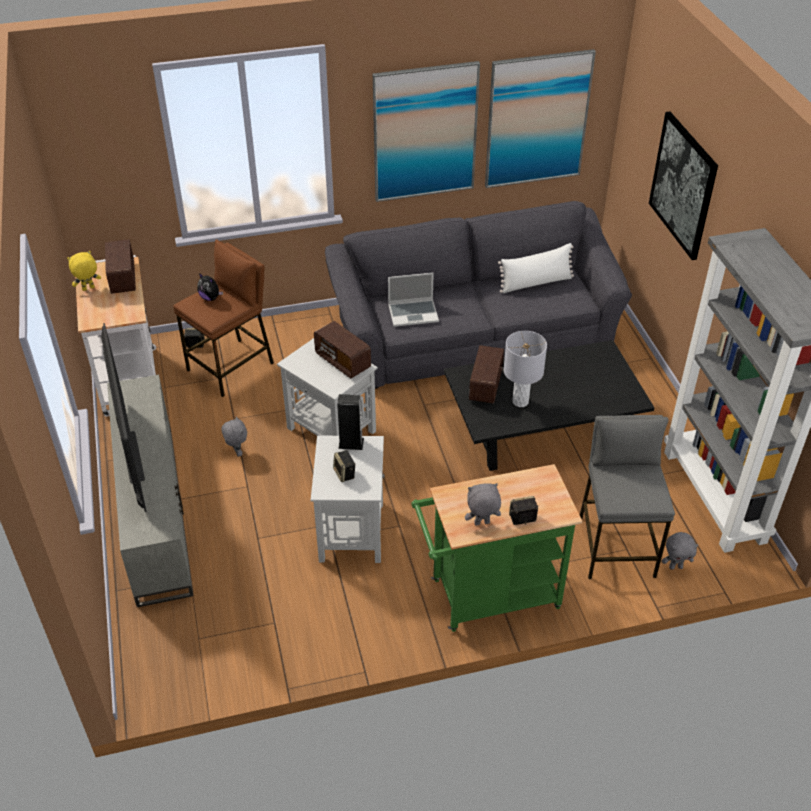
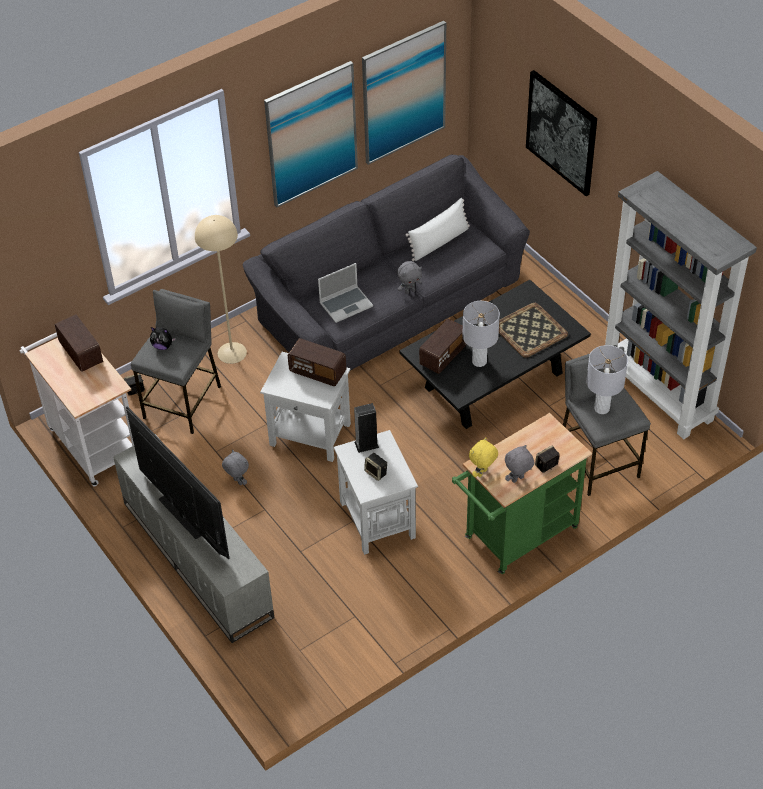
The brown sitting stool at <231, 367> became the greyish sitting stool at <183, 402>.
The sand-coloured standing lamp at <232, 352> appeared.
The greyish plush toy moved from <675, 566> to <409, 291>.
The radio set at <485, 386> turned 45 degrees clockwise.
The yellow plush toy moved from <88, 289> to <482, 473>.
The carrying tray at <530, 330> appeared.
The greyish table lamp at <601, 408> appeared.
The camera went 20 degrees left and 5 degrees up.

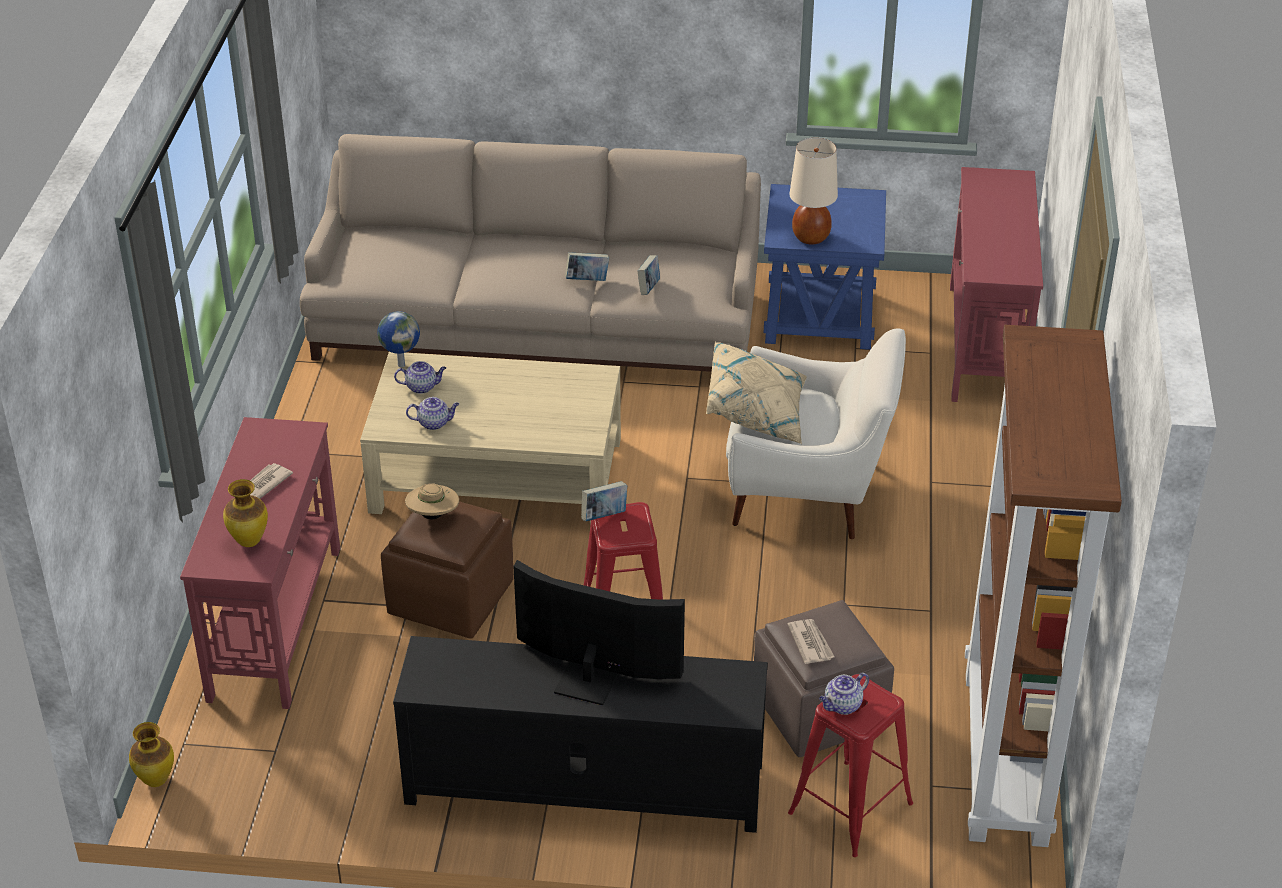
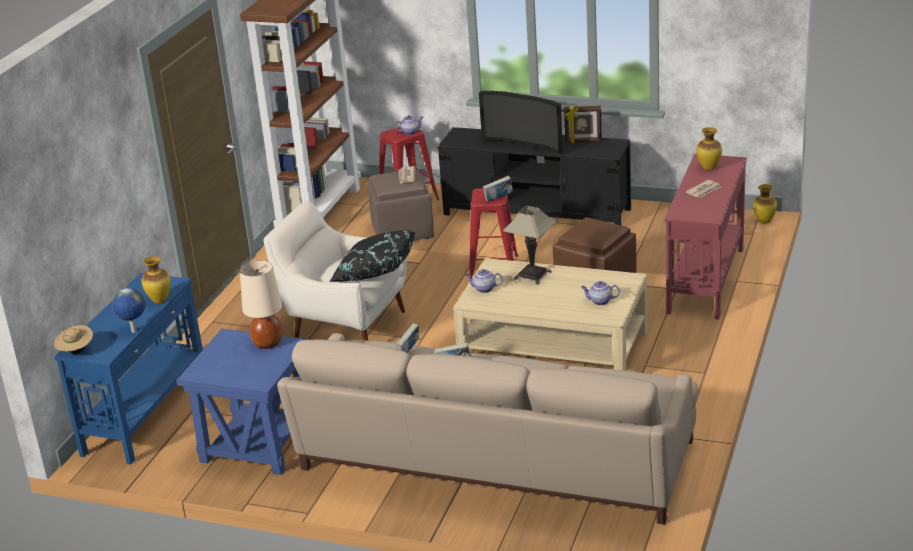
The red-coloured narrow table at <984, 344> became the blue narrow table at <147, 413>.
The sand-coloured hat moved from <433, 515> to <76, 352>.
The world globe moved from <401, 364> to <134, 331>.
The flower vase at <160, 301> appeared.
The sand-coloured pillow at <756, 413> became the black-coloured pillow at <374, 272>.
The pot for tea moved from <434, 423> to <484, 289>.
The table lamp at <532, 275> appeared.
The standing frame at <583, 141> appeared.
The camera went 165 degrees left and 10 degrees down.

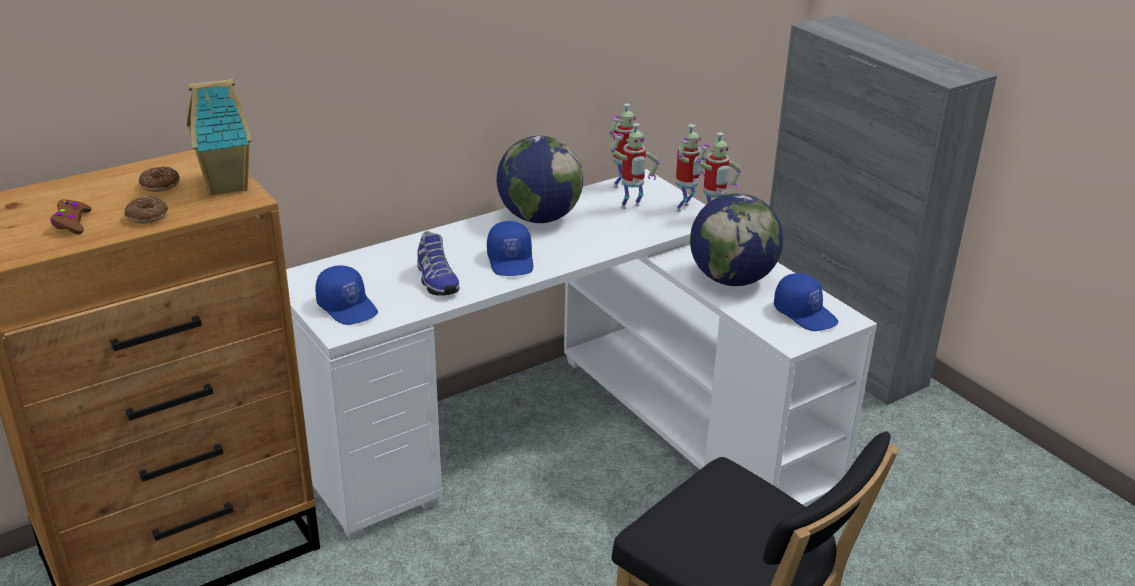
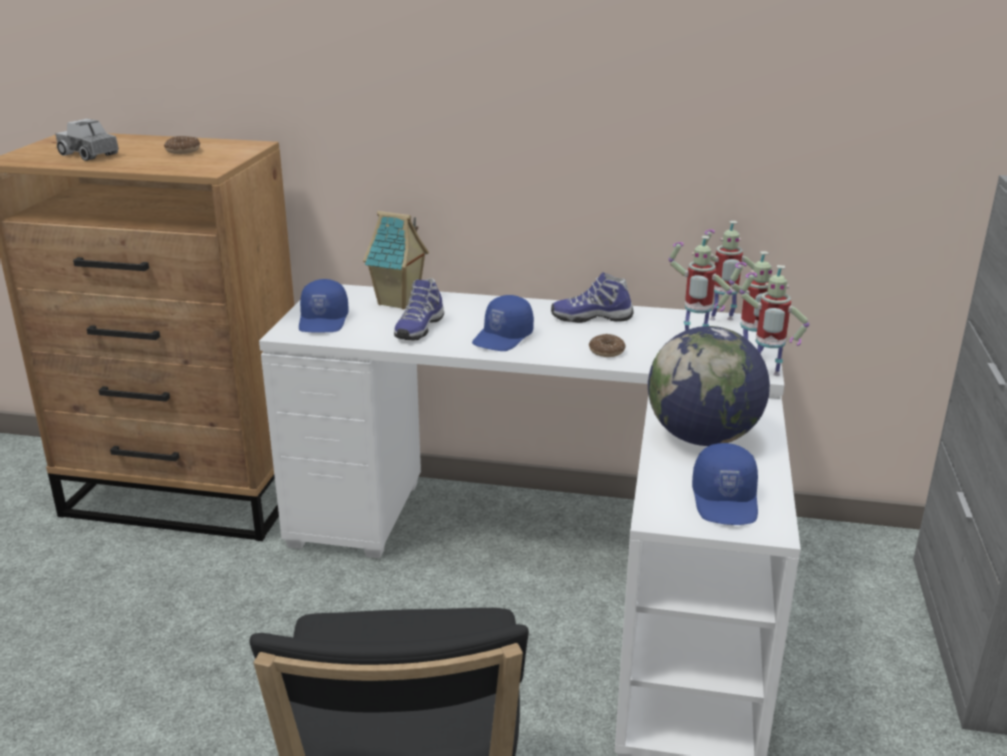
The brown gamepad at <72, 223> was replaced by the toy lorry at <89, 155>.
The toy house moved from <228, 186> to <399, 302>.
The world globe at <539, 218> was replaced by the low shoe at <591, 317>.
The donut moved from <147, 216> to <606, 351>.
The camera went 45 degrees right and 5 degrees down.

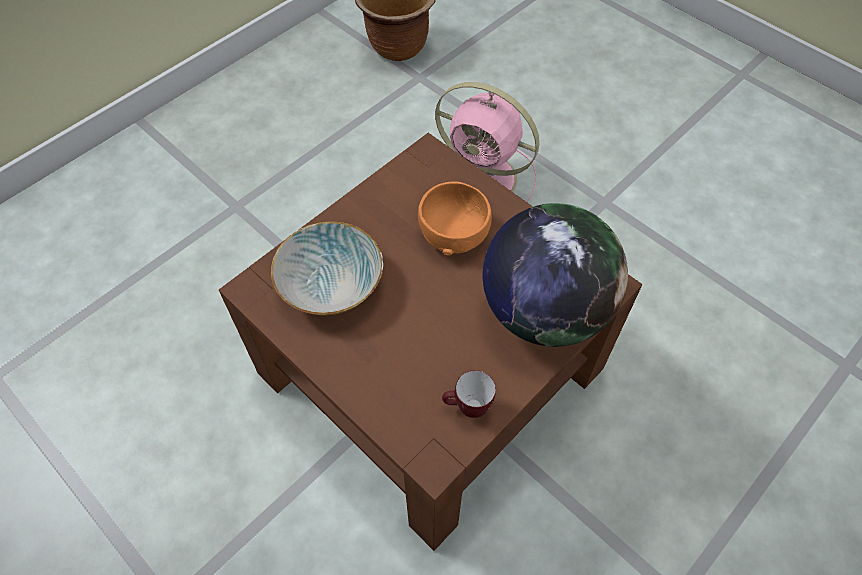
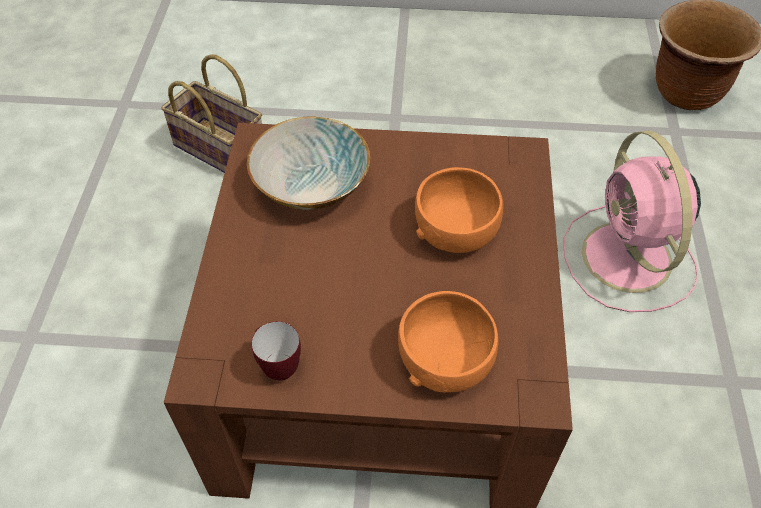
The household basket at <223, 149> appeared.
The world globe at <544, 310> was replaced by the orangey serving bowl at <445, 359>.
The camera went 50 degrees right and 5 degrees down.

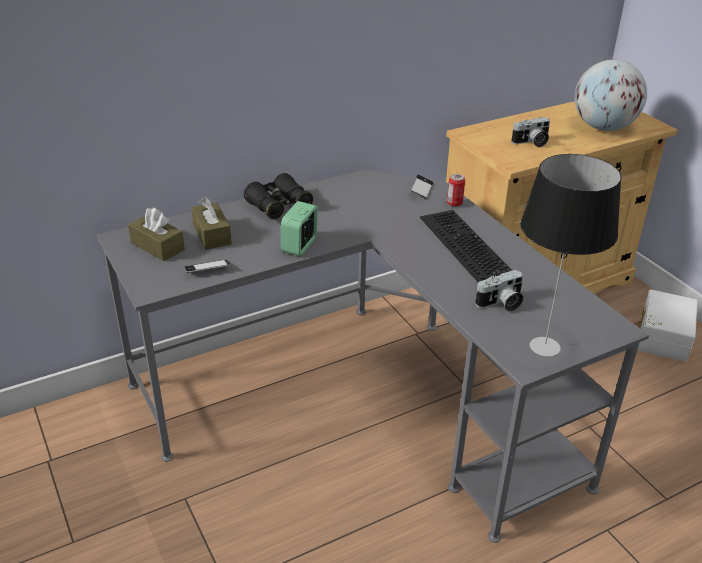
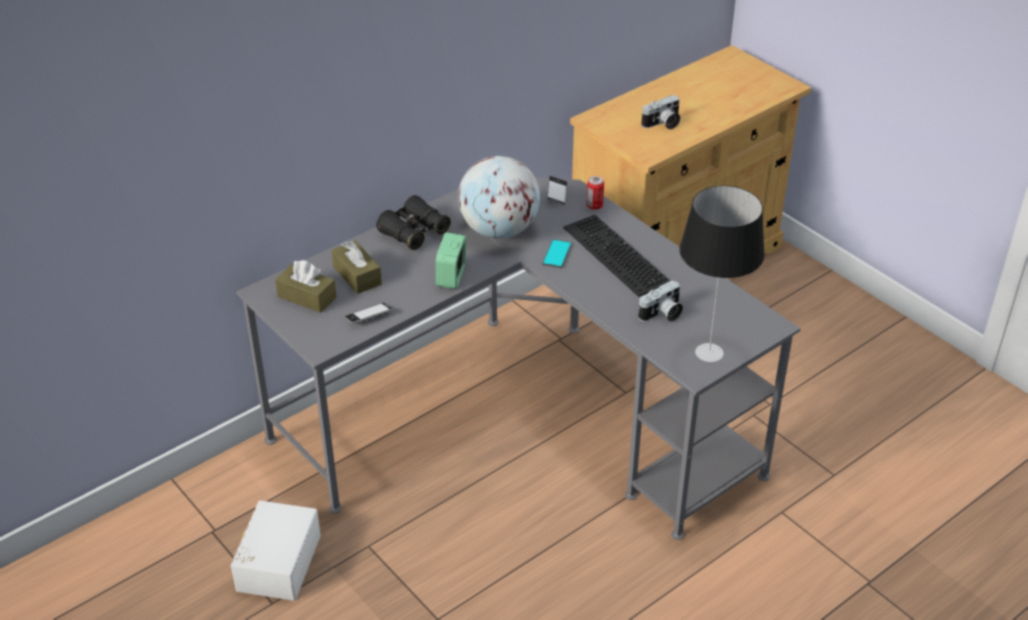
The whitish storage box moved from <662, 336> to <276, 562>.
The world globe moved from <603, 127> to <499, 230>.
The handset at <557, 254> appeared.
The camera went 10 degrees left and 5 degrees up.

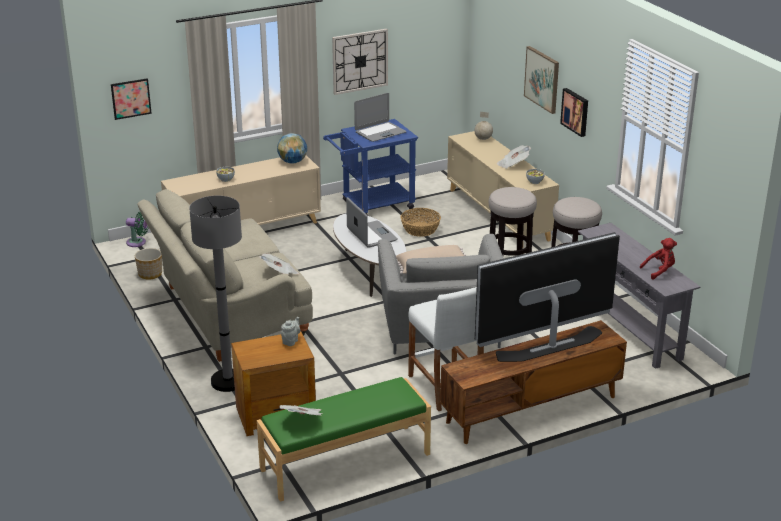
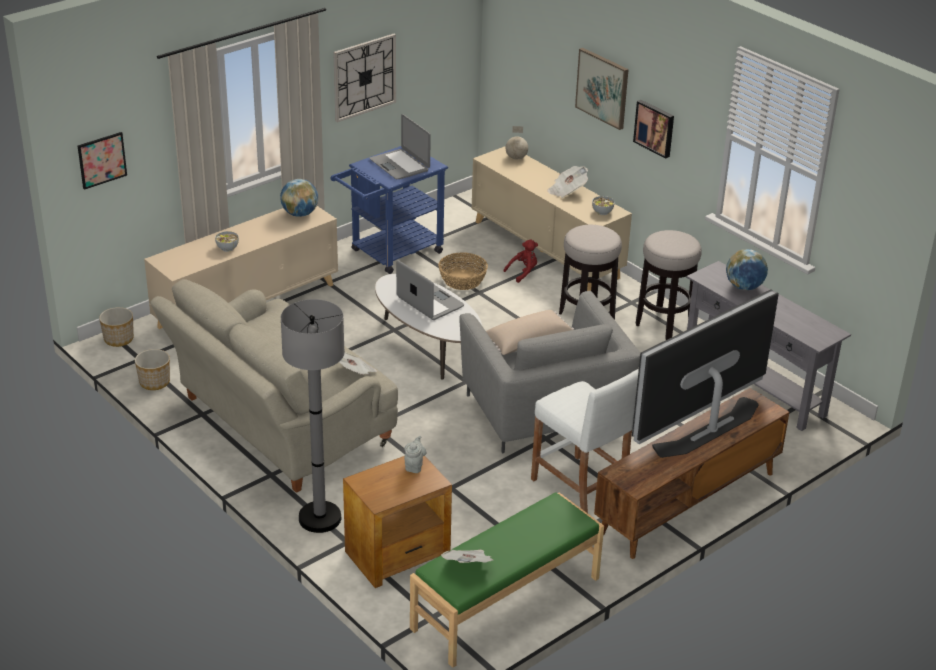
The green cooling fan at <138, 242> was replaced by the planter at <118, 339>.
The notebook computer at <380, 132> turned 105 degrees clockwise.
The red-coloured plush toy moved from <659, 271> to <523, 272>.
The world globe at <744, 287> appeared.
The camera went 15 degrees left and 5 degrees up.

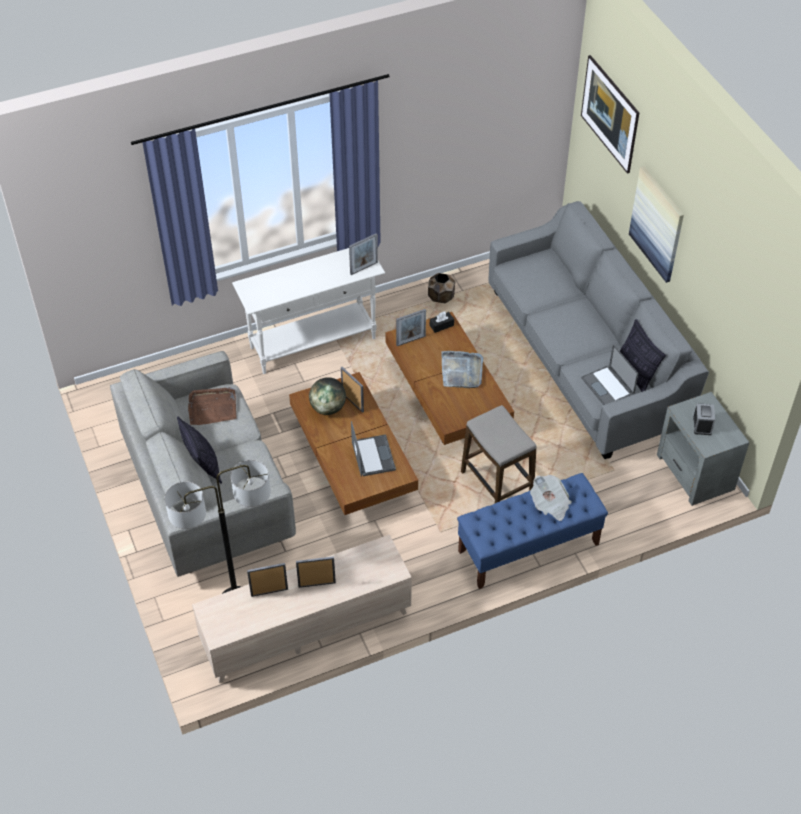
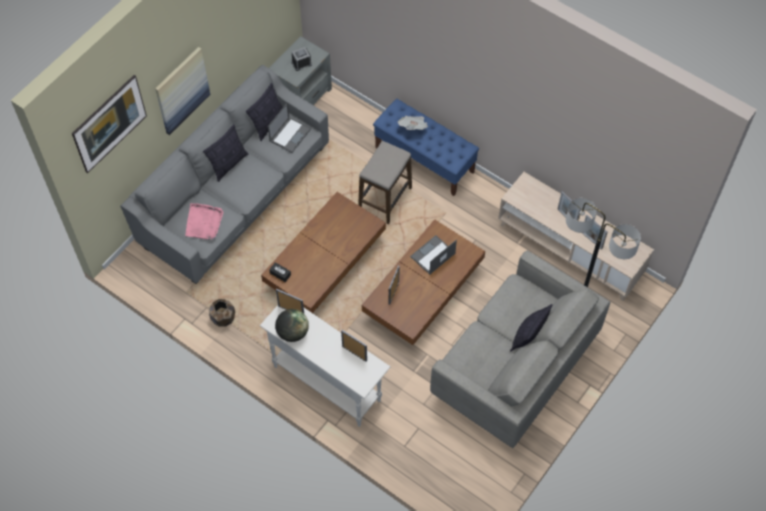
The pink carrying tray at <204, 223> appeared.
The pillow at <228, 164> appeared.
The world globe moved from <328, 408> to <293, 332>.
The standing frame moved from <411, 340> to <354, 353>.
The brown carrying tray at <212, 408> disappeared.
The greyish carrying tray at <461, 371> disappeared.
The camera went 120 degrees left and 10 degrees up.

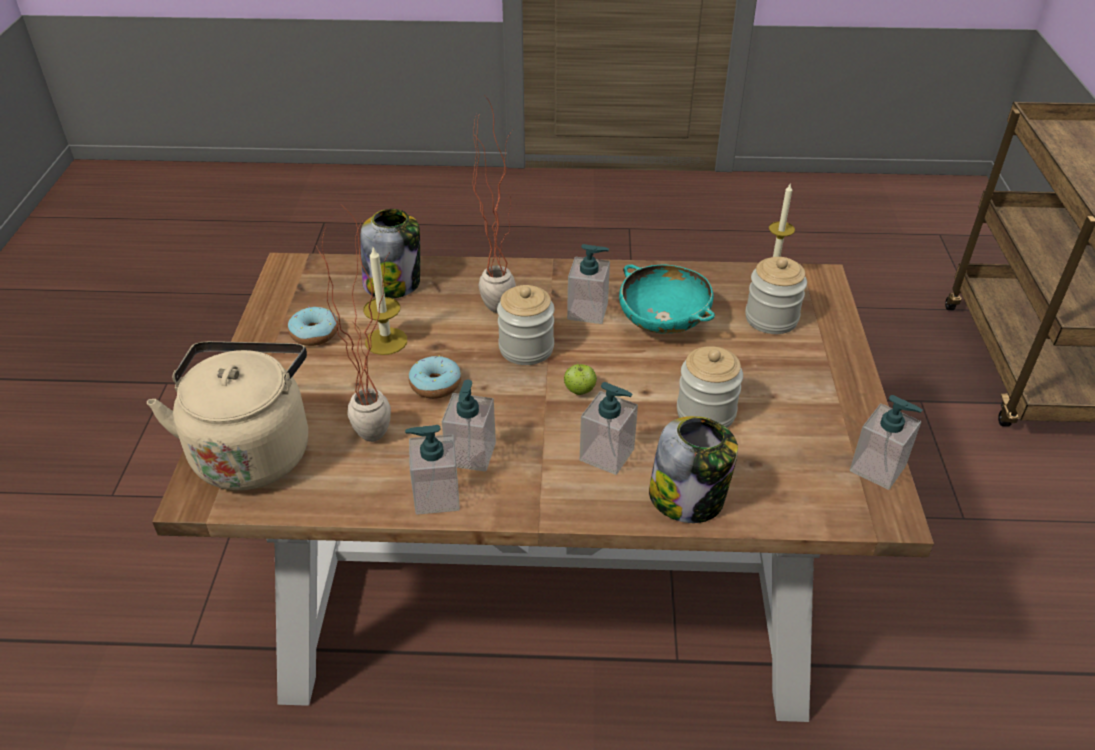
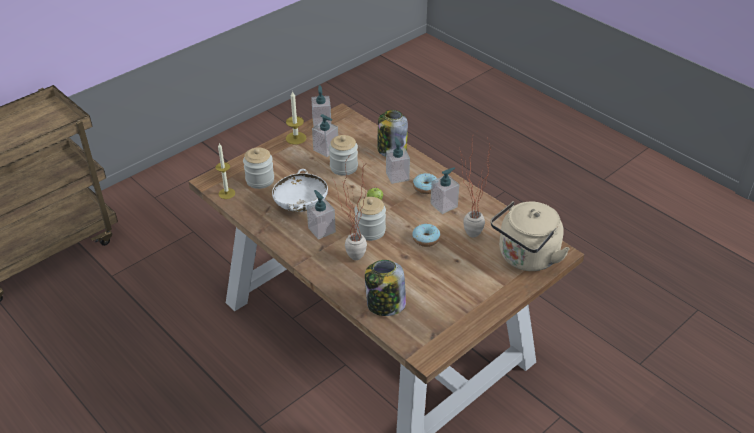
The turquoise serving bowl at <663, 322> became the whitish serving bowl at <301, 205>.
The wax light moved from <386, 341> to <296, 138>.
The soap dispenser moved from <436, 496> to <326, 149>.
The donut moved from <314, 334> to <425, 187>.
The camera went 135 degrees left and 0 degrees up.

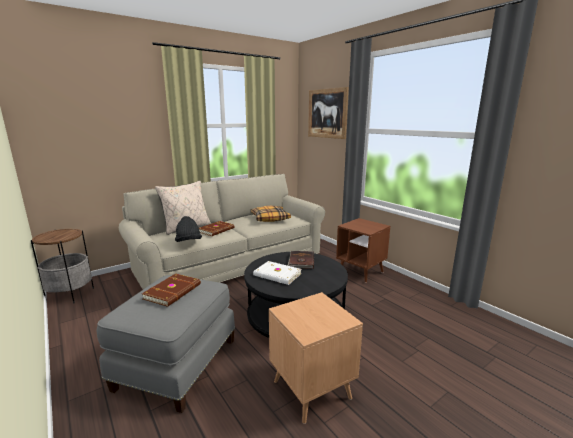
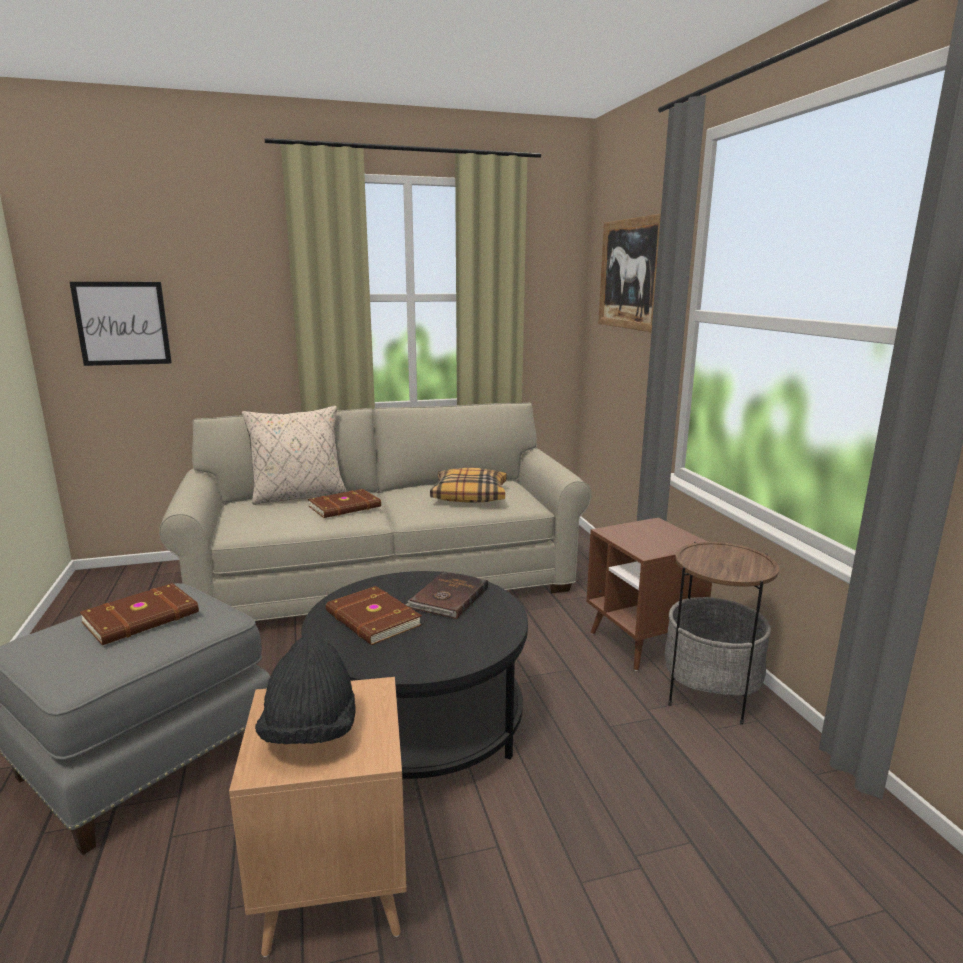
The wall picture at <122, 323> appeared.
The black-coloured hat moved from <188, 242> to <311, 732>.
The whitish book at <277, 275> became the brown book at <372, 619>.
The end table moved from <70, 294> to <709, 695>.
The camera went 20 degrees right and 0 degrees up.

